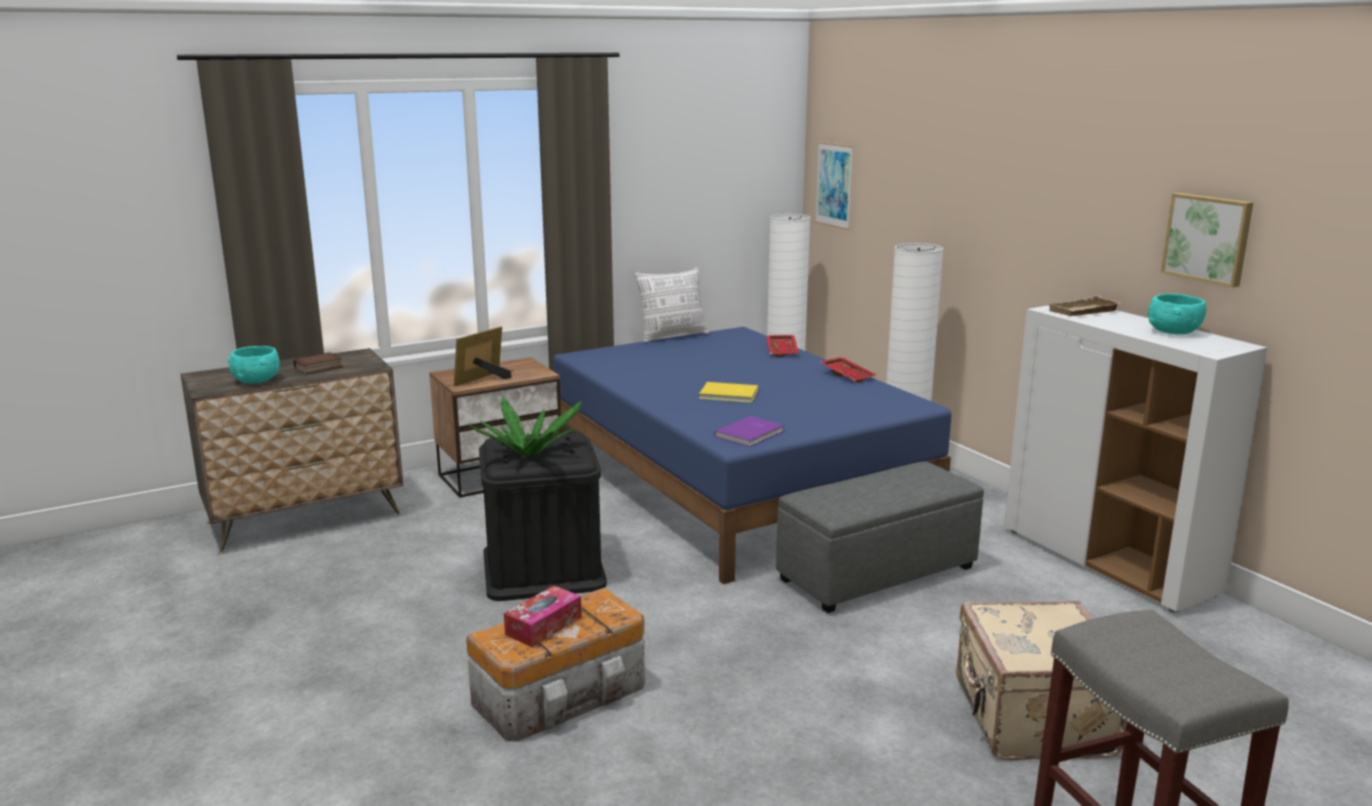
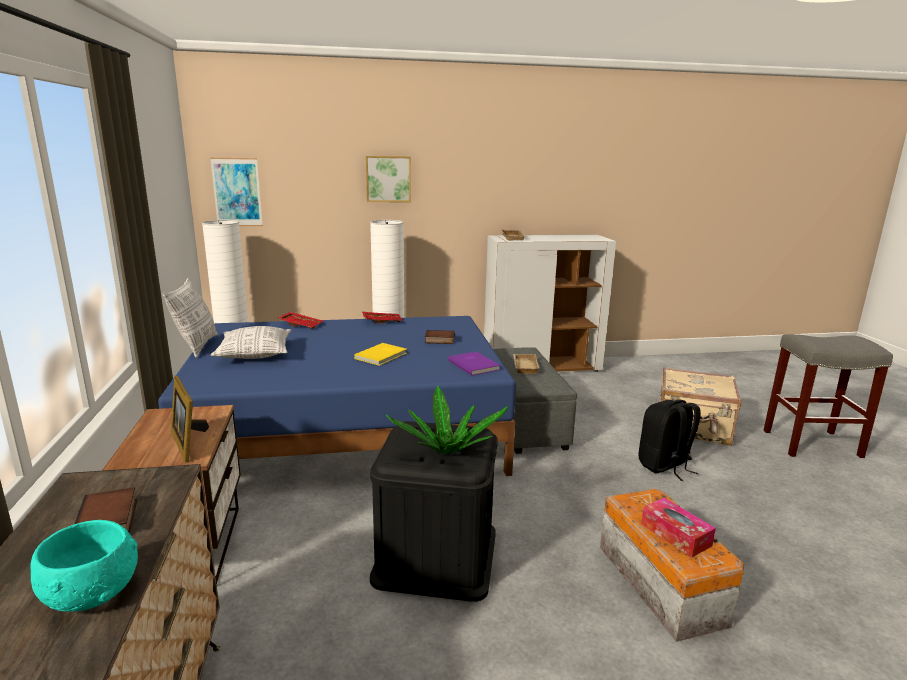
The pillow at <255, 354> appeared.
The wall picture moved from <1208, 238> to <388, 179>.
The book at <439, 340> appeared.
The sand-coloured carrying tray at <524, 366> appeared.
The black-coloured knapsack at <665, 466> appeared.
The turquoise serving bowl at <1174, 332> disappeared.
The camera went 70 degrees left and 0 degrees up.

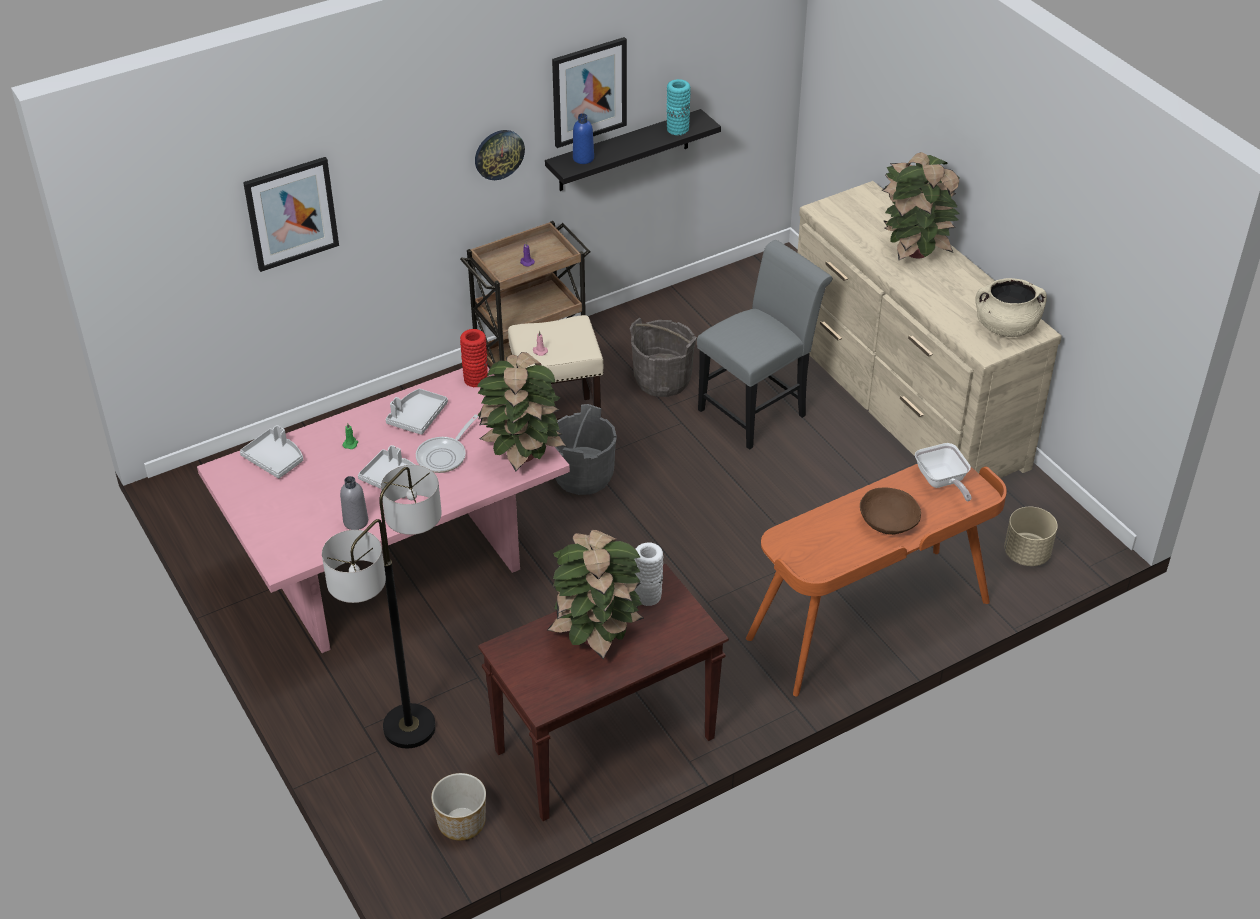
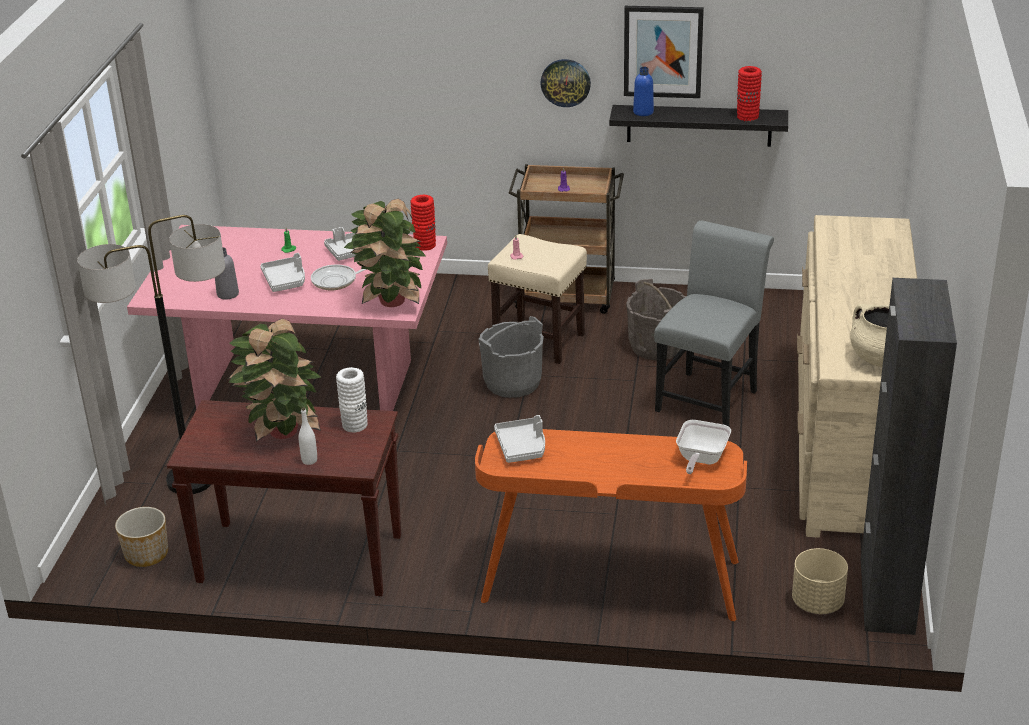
The whitish beverage bottle at <309, 460> appeared.
The greyish carrying tray moved from <275, 459> to <522, 447>.
The greyish upright chair at <758, 409> turned 60 degrees counterclockwise.
The turquoise flower vase at <677, 129> became the red-coloured flower vase at <747, 117>.
The black-coloured cupboard at <887, 596> appeared.
The wall picture at <291, 213> disappeared.
The brown serving bowl at <888, 522> disappeared.
The potted plant at <914, 250> disappeared.
The camera went 40 degrees right and 10 degrees down.

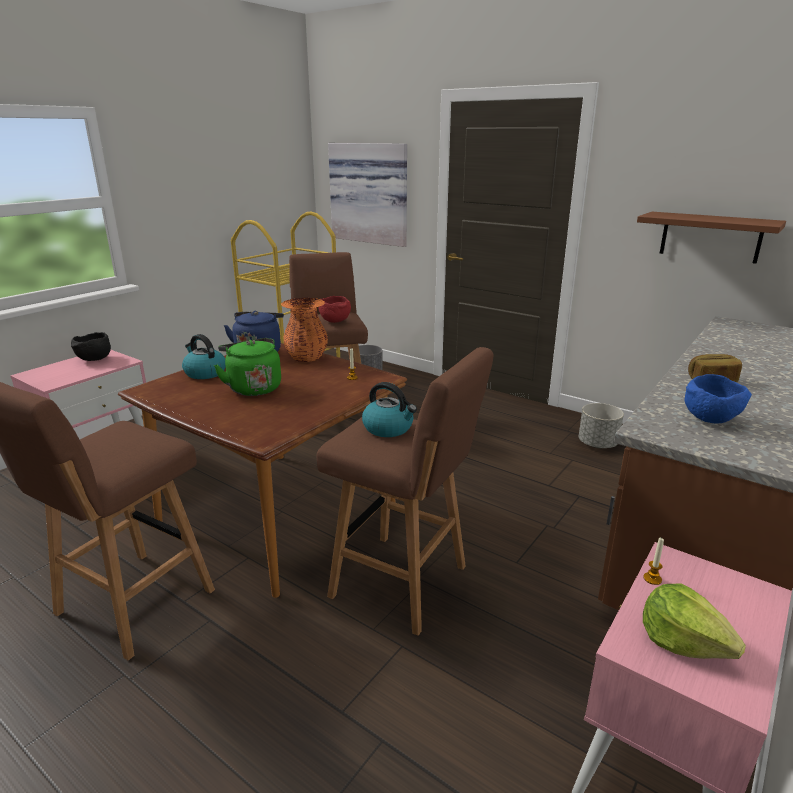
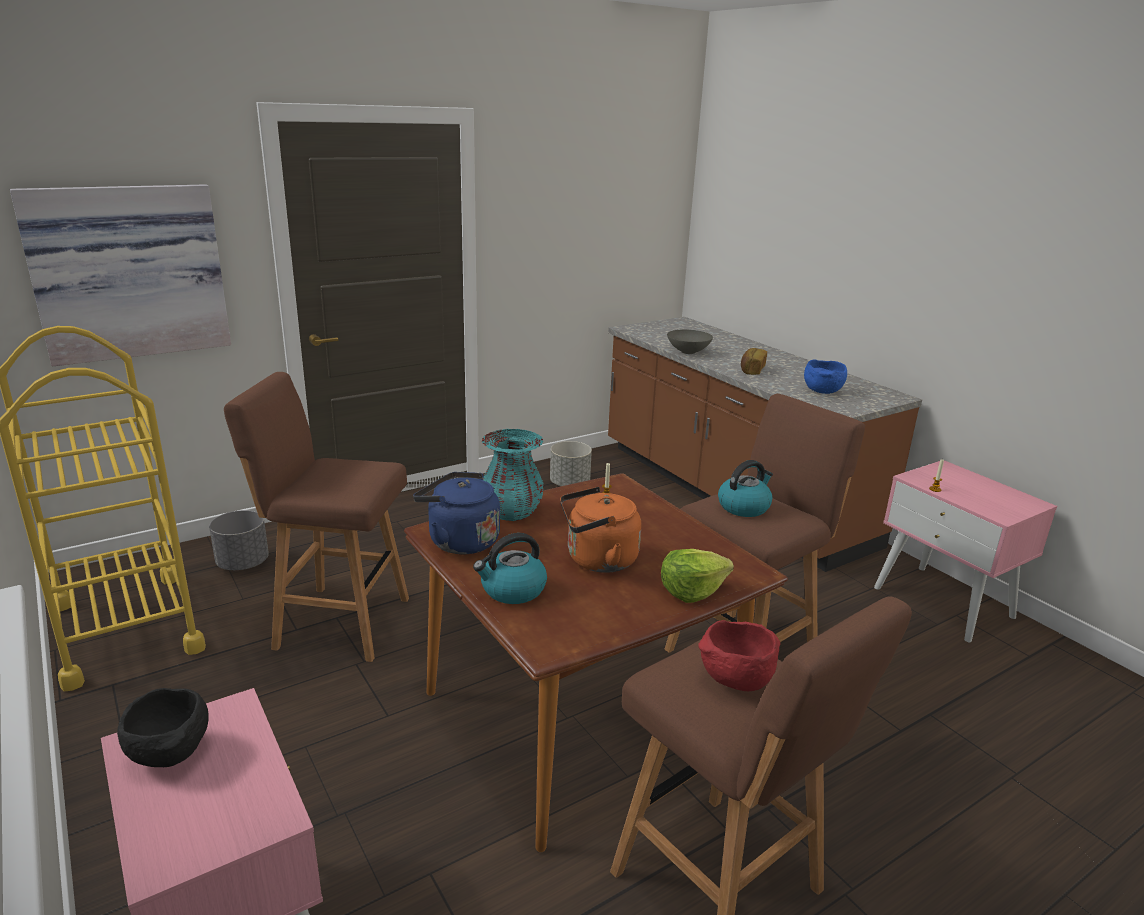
The orangey flower vase at <306, 357> became the turquoise flower vase at <512, 512>.
The green tea kettle at <253, 387> became the orangey tea kettle at <597, 560>.
The lettuce head moved from <682, 641> to <692, 590>.
The greyish serving bowl at <688, 352> appeared.
The red-coloured serving bowl moved from <334, 321> to <734, 681>.
The brown wall shelf at <710, 237> disappeared.
The camera went 70 degrees left and 0 degrees up.

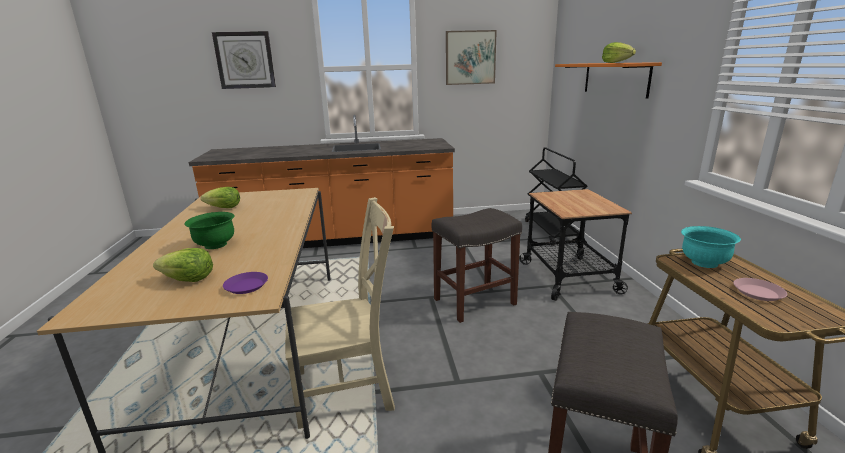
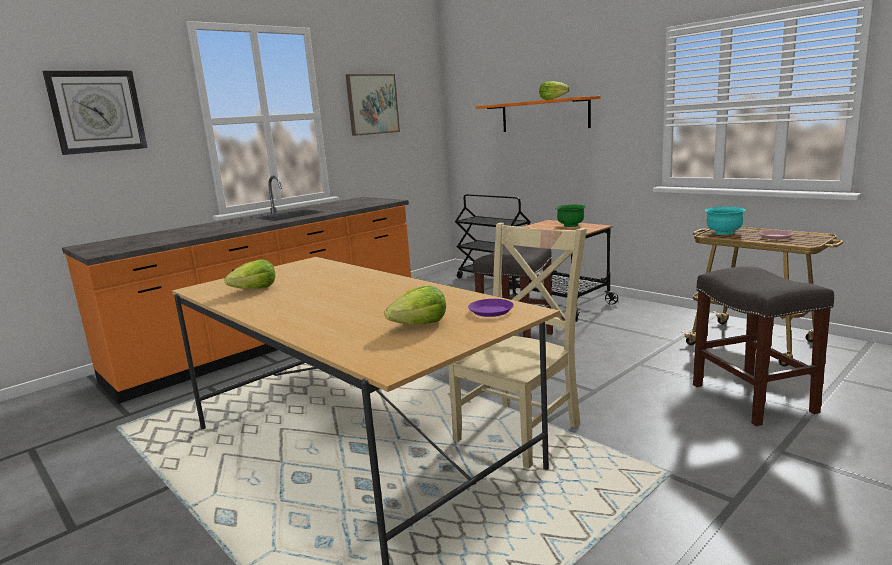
The green serving bowl moved from <215, 245> to <570, 225>.
The camera went 35 degrees left and 5 degrees down.

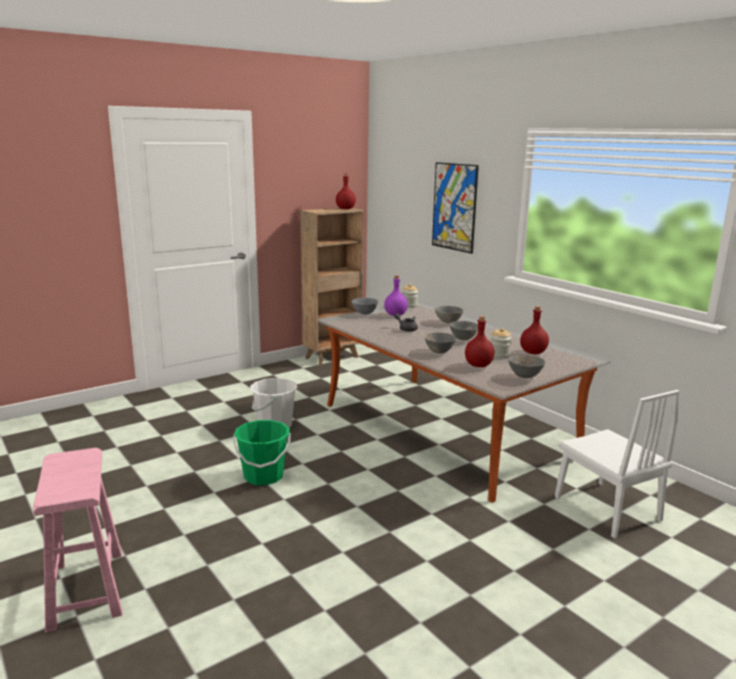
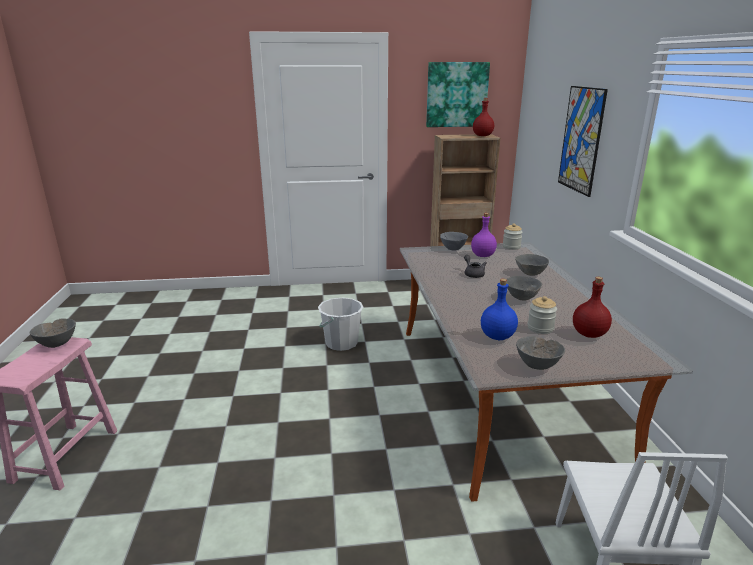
The greyish serving bowl moved from <439, 352> to <57, 344>.
The wall picture at <456, 94> appeared.
The red-coloured beverage bottle at <478, 365> became the blue beverage bottle at <498, 336>.
The green water bucket at <263, 476> disappeared.
The camera went 30 degrees right and 5 degrees up.

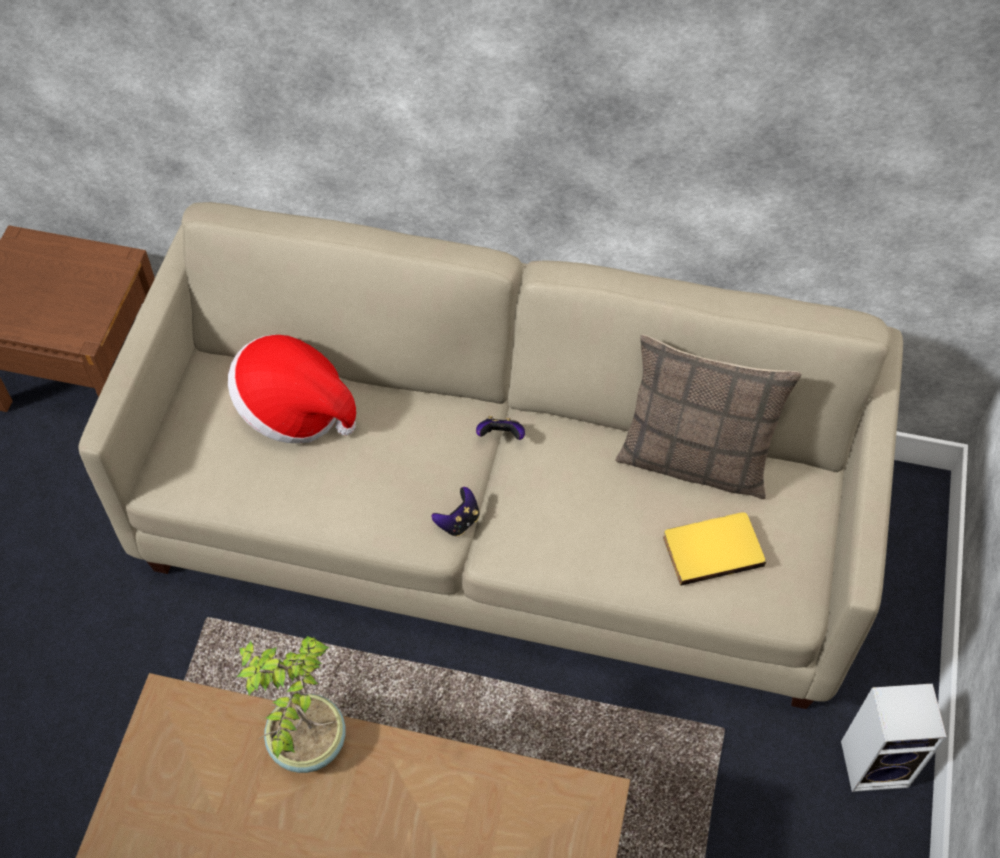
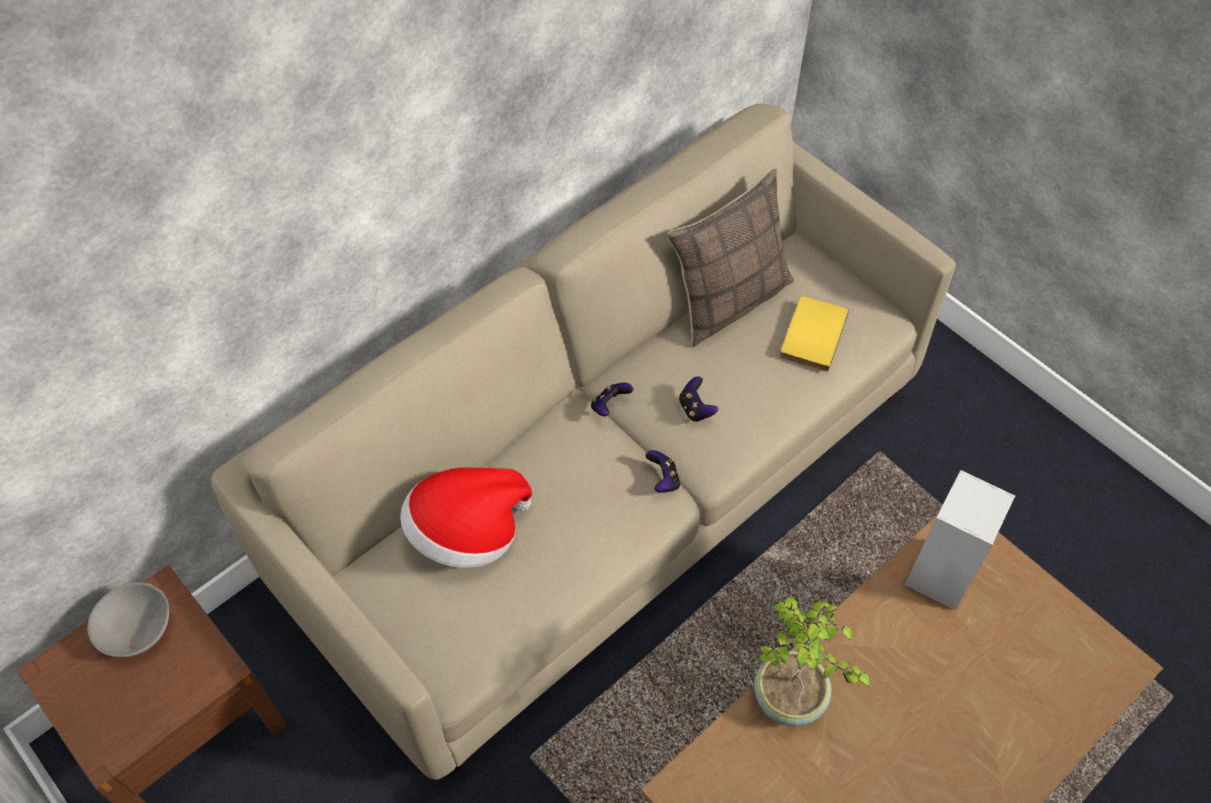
The greyish serving bowl at <137, 630> appeared.
The gamepad at <695, 409> appeared.
The audio speaker moved from <876, 762> to <940, 571>.
The camera went 55 degrees left and 0 degrees up.

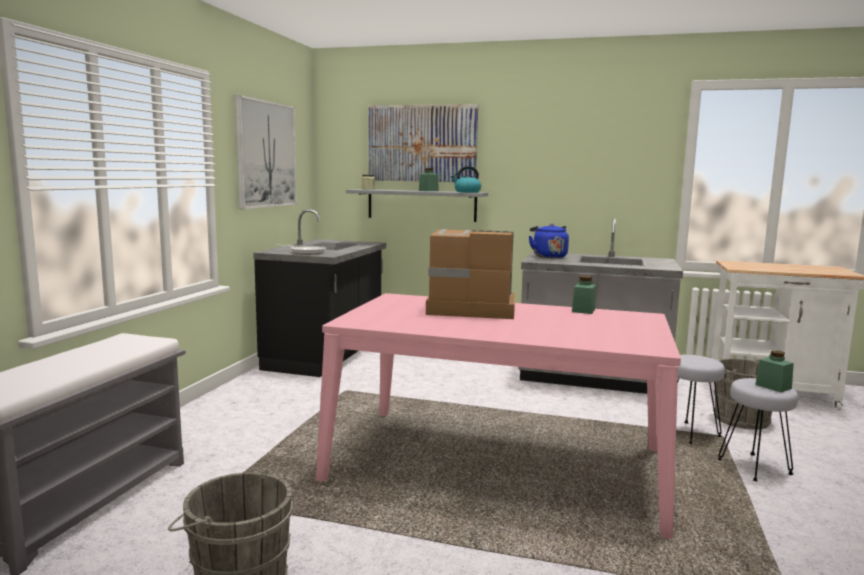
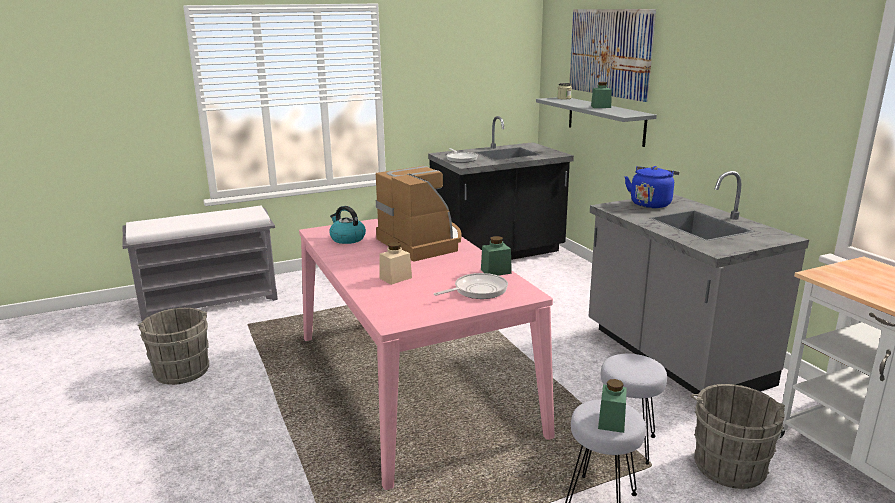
The tea kettle moved from <467, 192> to <347, 239>.
The sand-coloured jar at <395, 278> appeared.
The pan at <477, 290> appeared.
The wall picture at <266, 154> disappeared.
The camera went 50 degrees right and 10 degrees up.

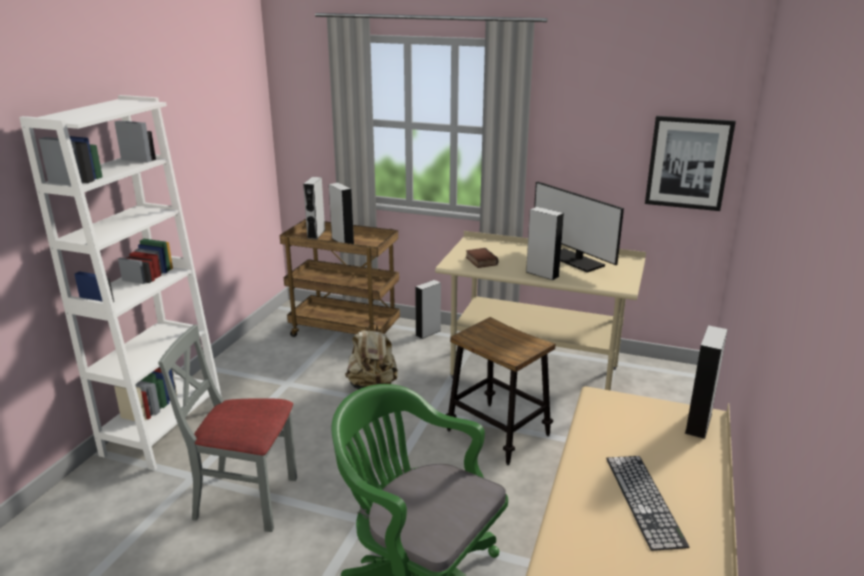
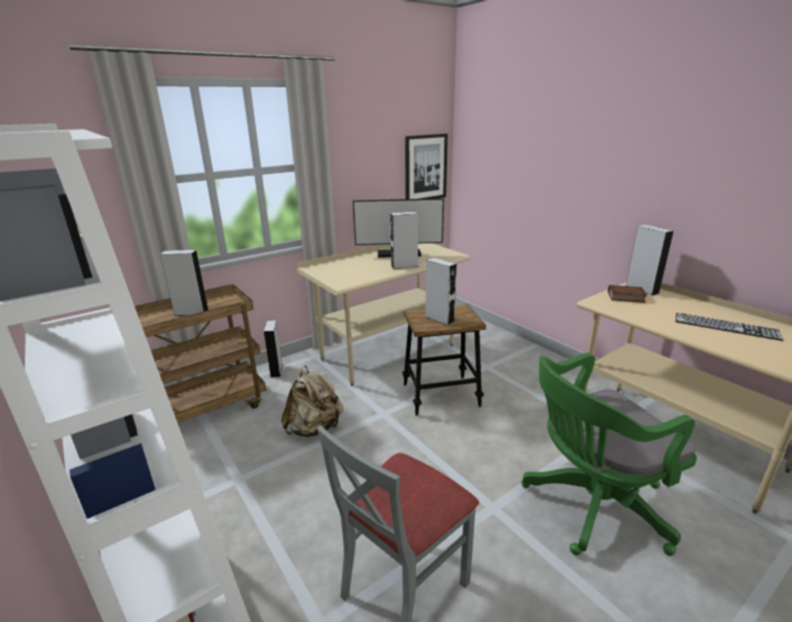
The greyish audio speaker moved from <316, 234> to <439, 319>.
The book moved from <480, 261> to <625, 297>.
The camera went 55 degrees left and 0 degrees up.

